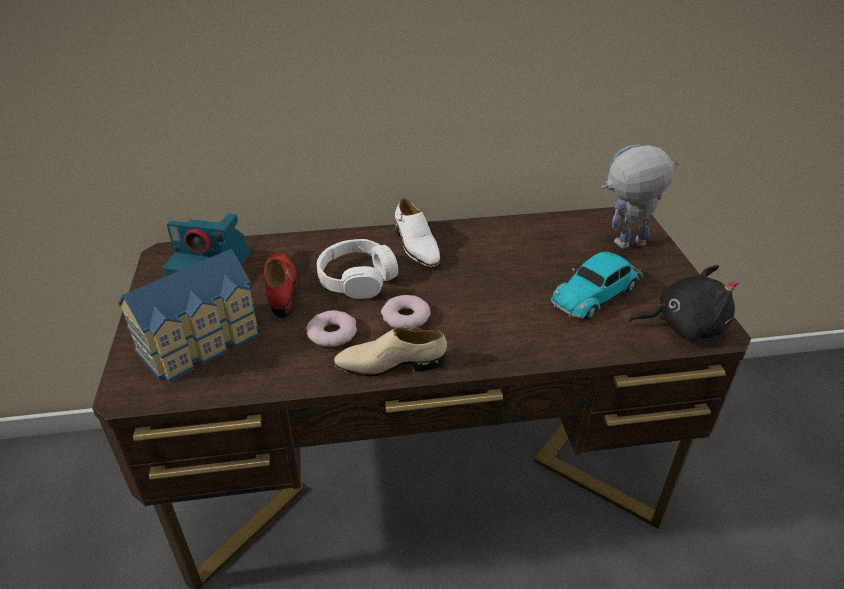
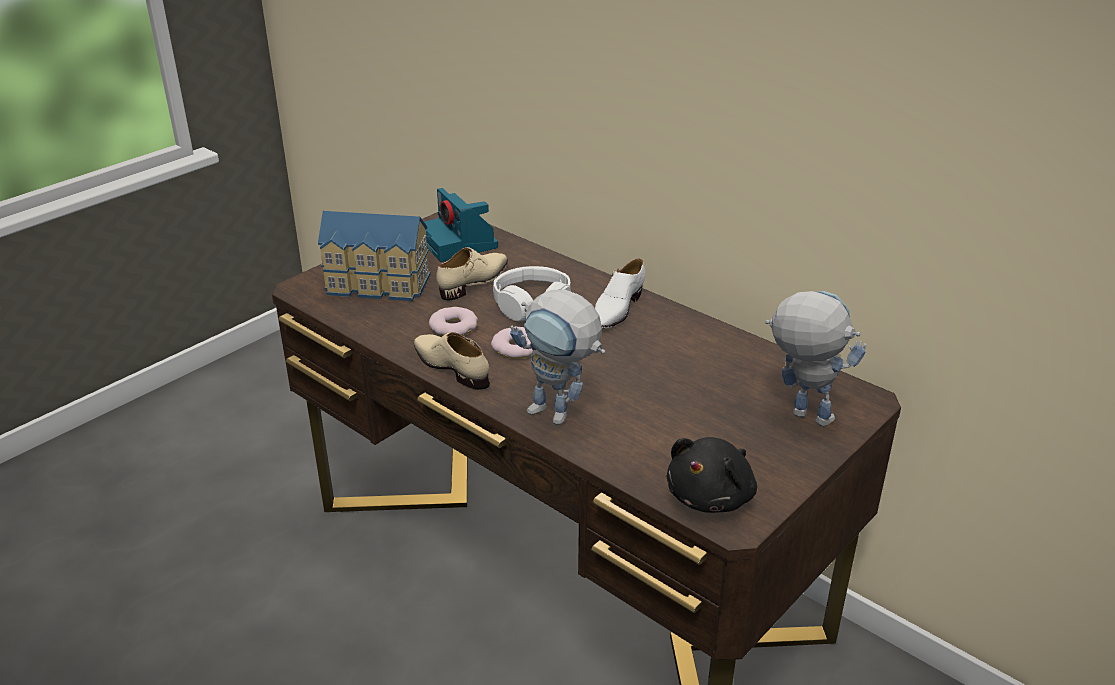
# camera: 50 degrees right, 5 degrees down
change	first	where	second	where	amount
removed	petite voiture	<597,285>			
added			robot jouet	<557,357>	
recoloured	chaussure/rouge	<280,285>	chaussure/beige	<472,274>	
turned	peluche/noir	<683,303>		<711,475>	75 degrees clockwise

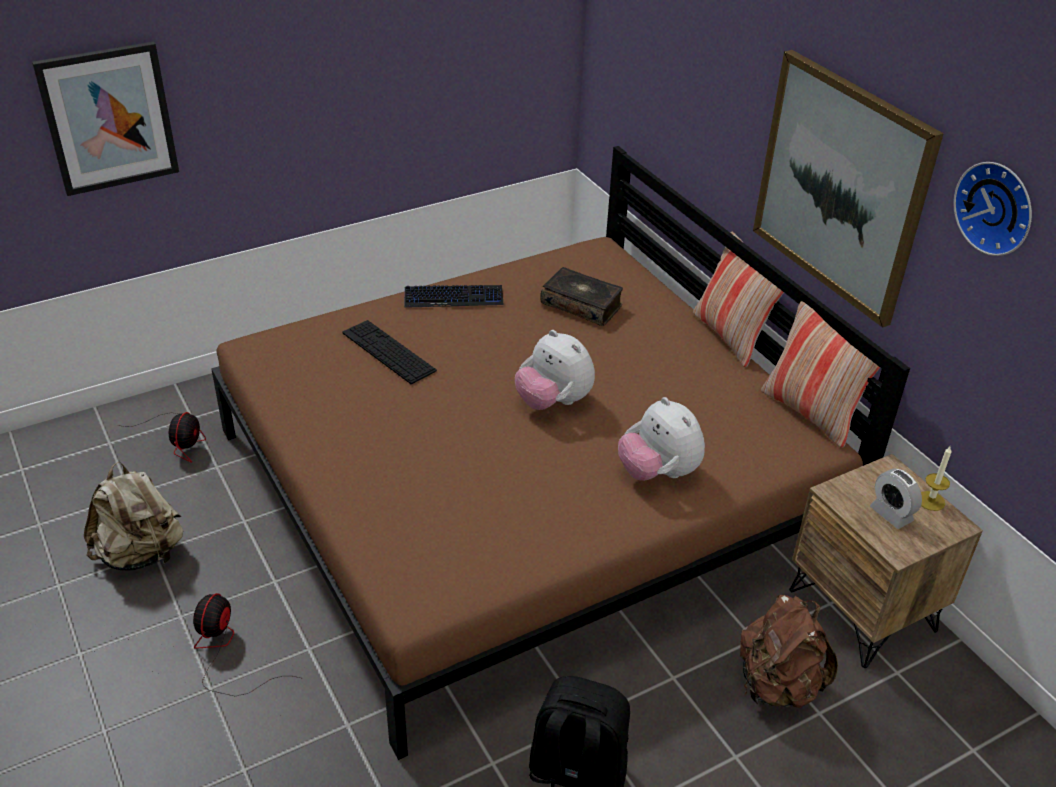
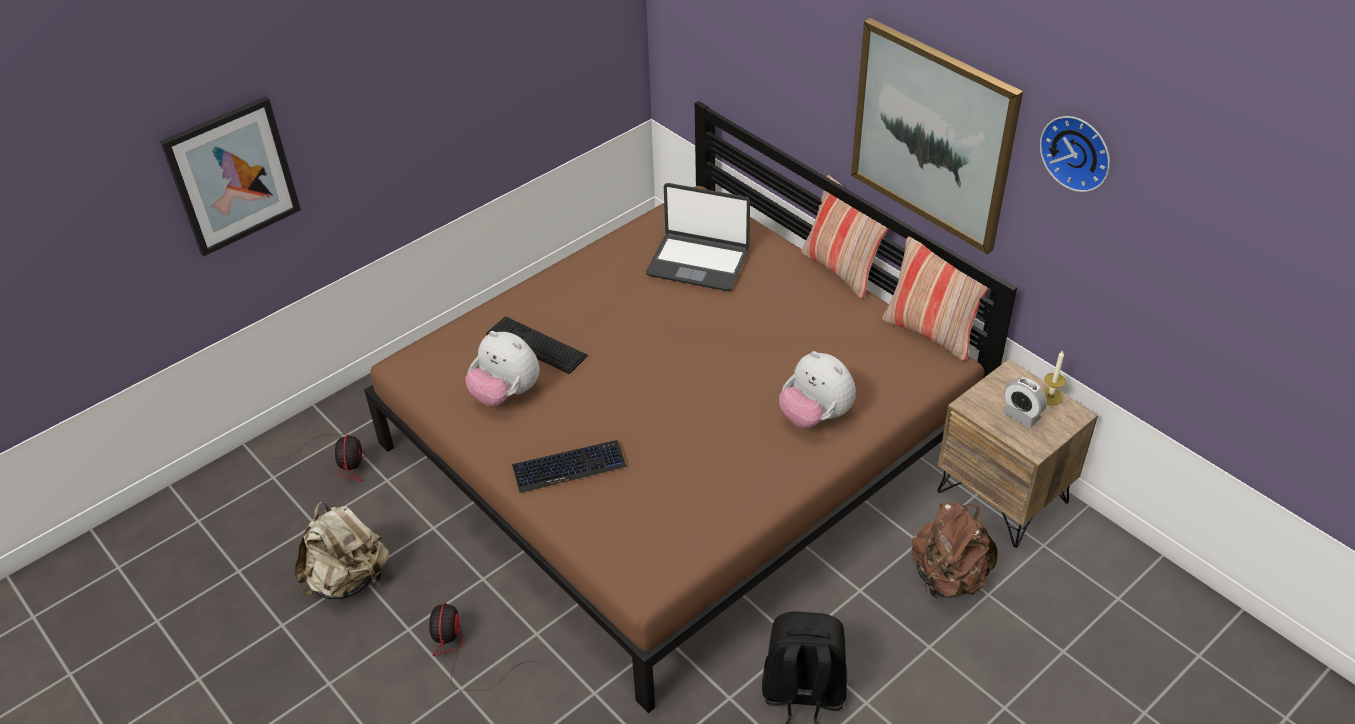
# camera: 10 degrees left, 5 degrees up
change	first	where	second	where	amount
moved	clavier	<454,296>		<569,466>	
moved	peluche	<555,370>		<502,368>	
replaced	livre	<581,296>	ordinateur portable	<698,237>	

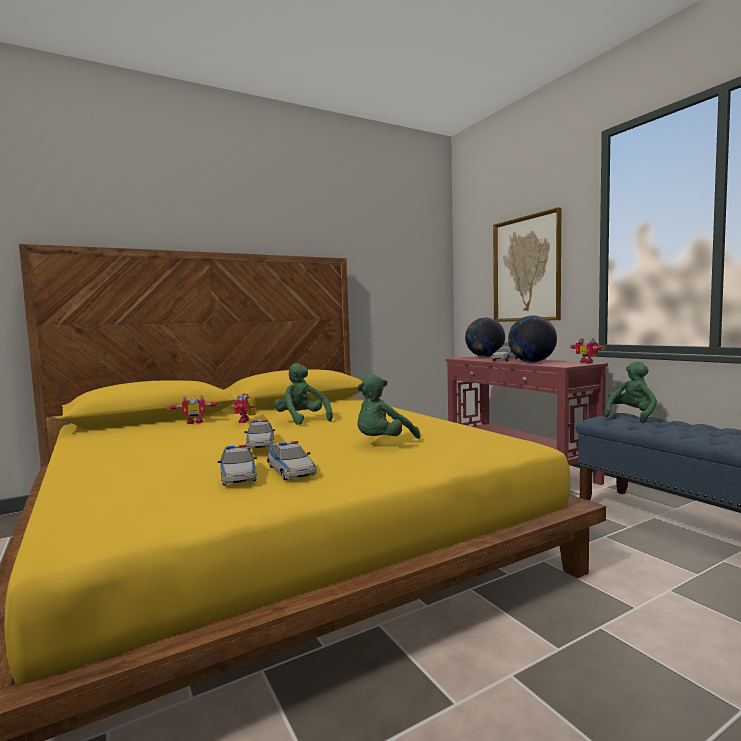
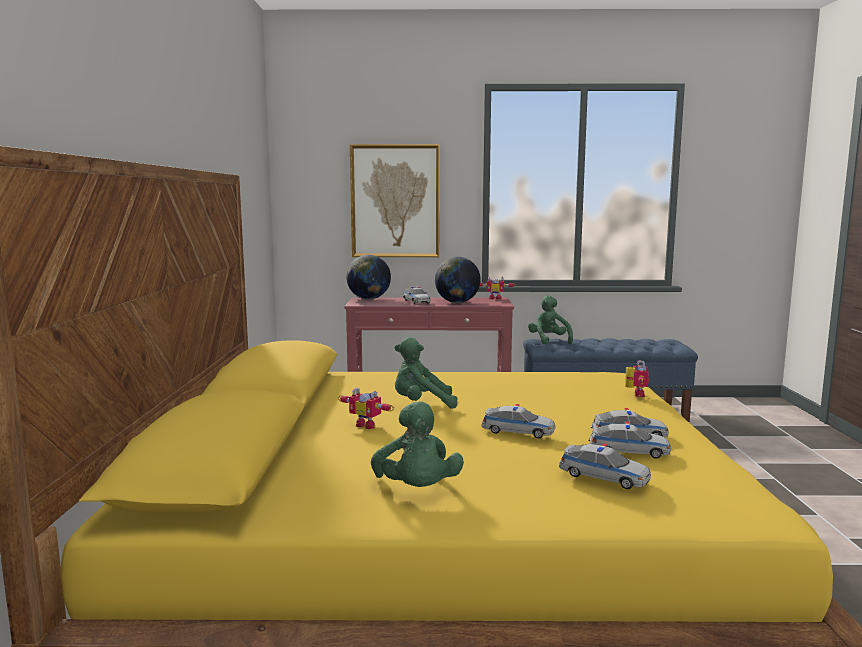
# camera: 60 degrees left, 5 degrees up
change	first	where	second	where	amount
added			petite voiture	<605,466>	
moved	robot jouet	<193,409>		<637,378>	
moved	peluche/vert	<388,406>		<417,444>	

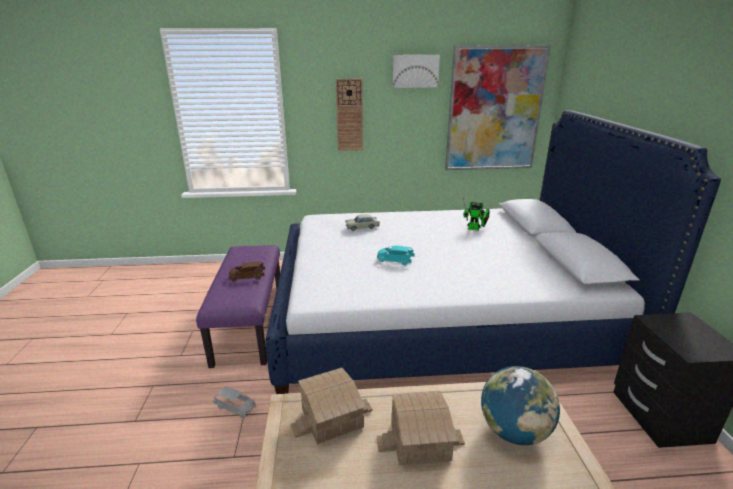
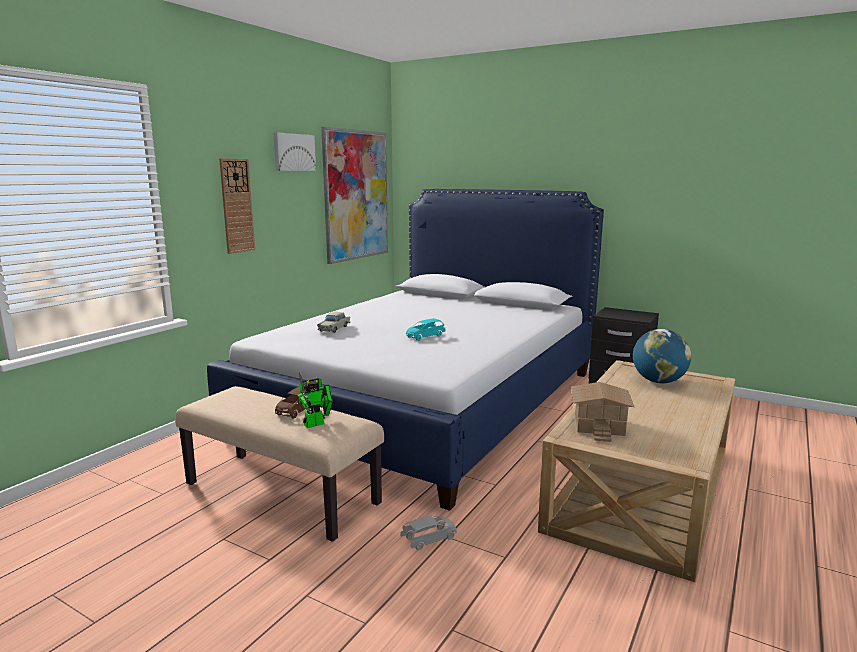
# camera: 55 degrees left, 10 degrees down
change	first	where	second	where	amount
removed	maison miniature	<421,428>			
moved	robot jouet	<476,213>		<315,400>	
recoloured	banc/violet	<238,306>	banc/beige	<279,464>	

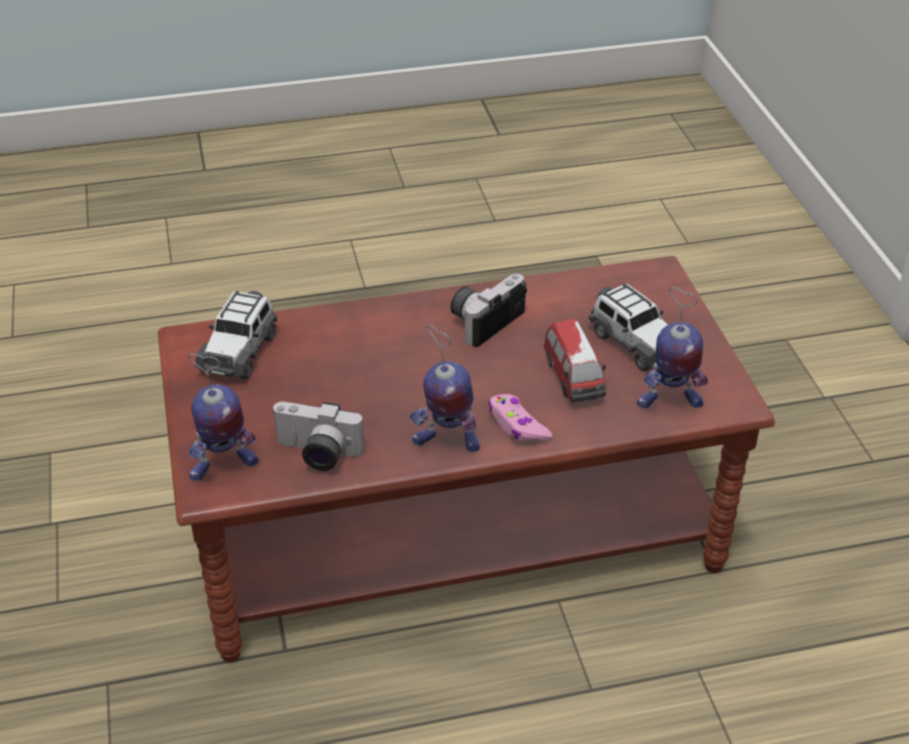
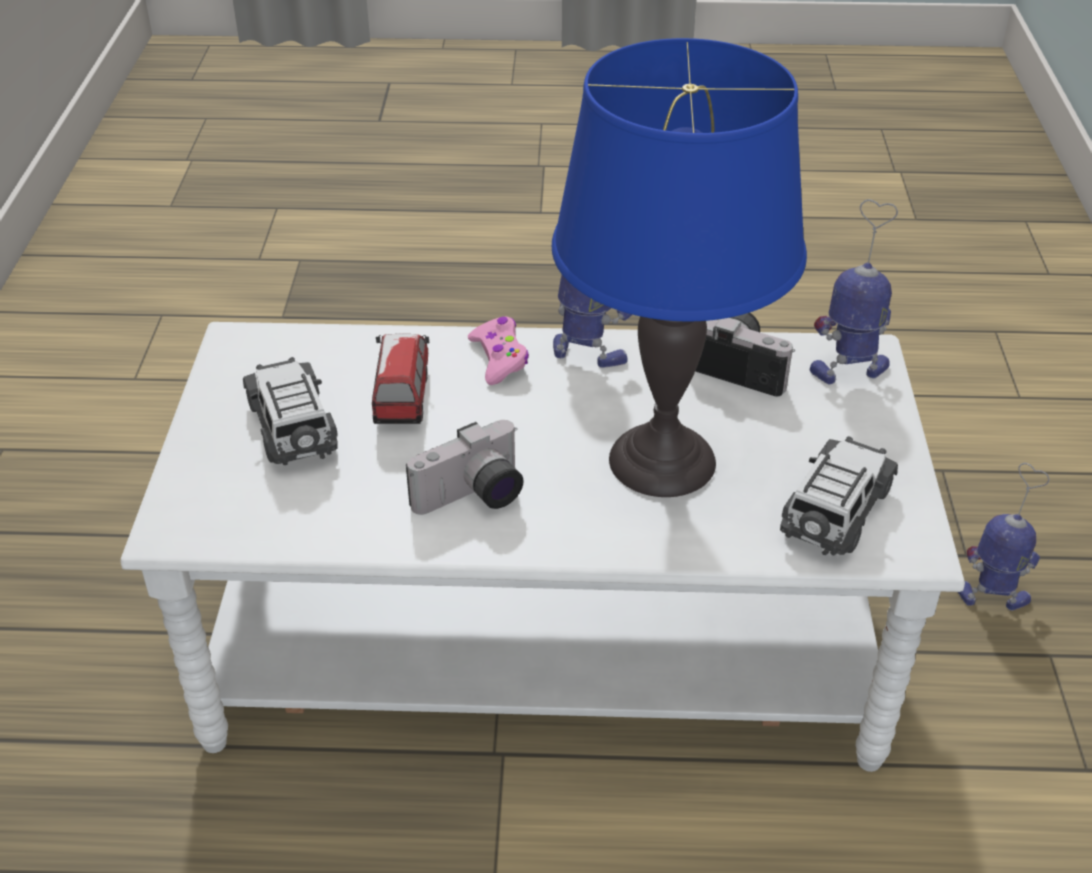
# camera: 165 degrees left, 0 degrees up
change	first	where	second	where	amount
added			lampe de table/bleu	<679,267>	
moved	robot jouet	<672,348>		<1004,537>	
recoloured	table basse/marron	<466,459>	table basse/blanc	<543,547>	

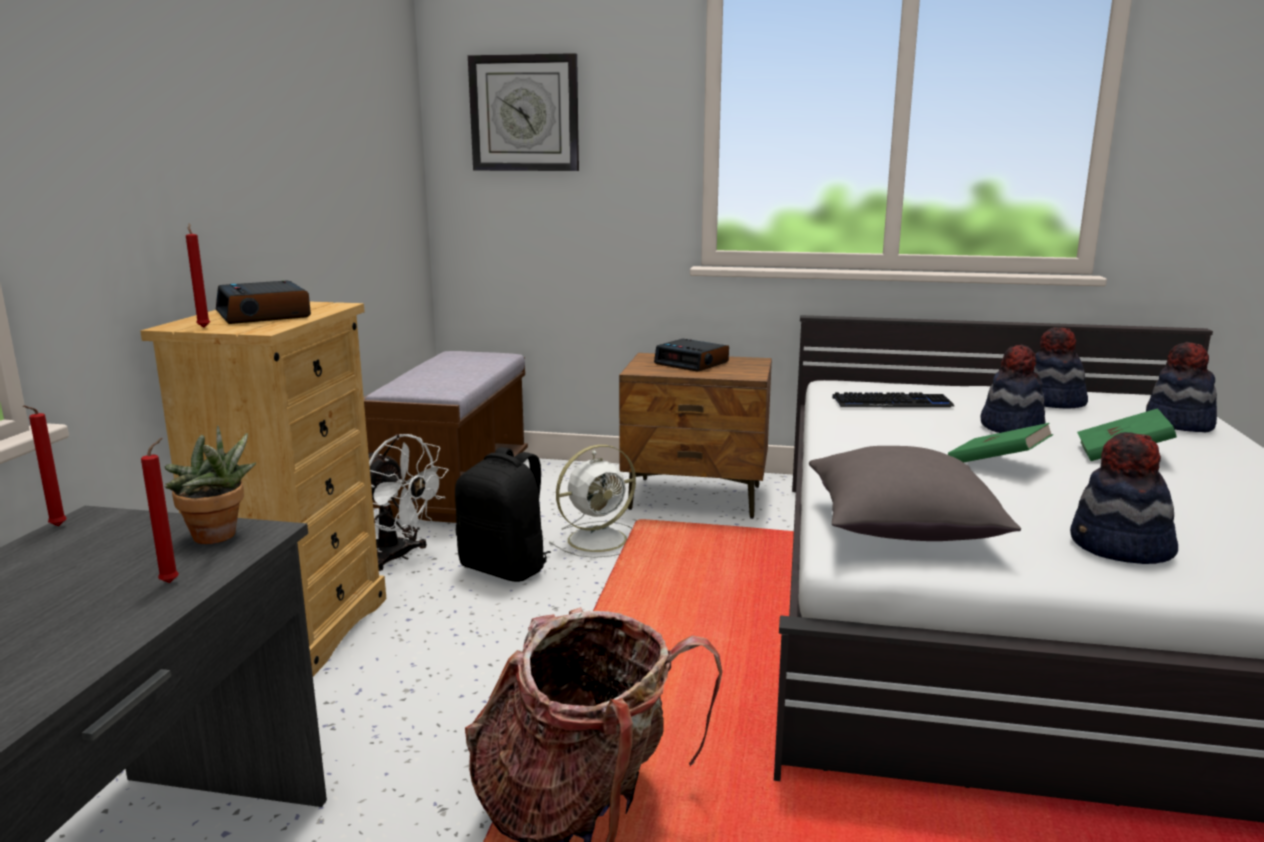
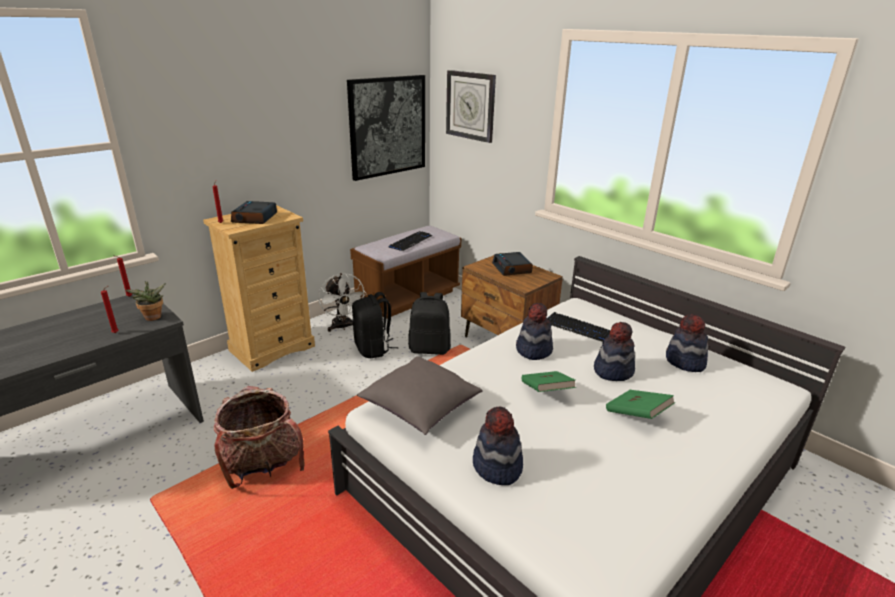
# camera: 35 degrees right, 10 degrees up
change	first	where	second	where	amount
added			tableau	<386,128>	
added			clavier	<410,241>	
moved	chapeau	<1181,387>		<534,331>	
replaced	ventilateur/blanc	<592,501>	sac à dos/noir	<429,323>	

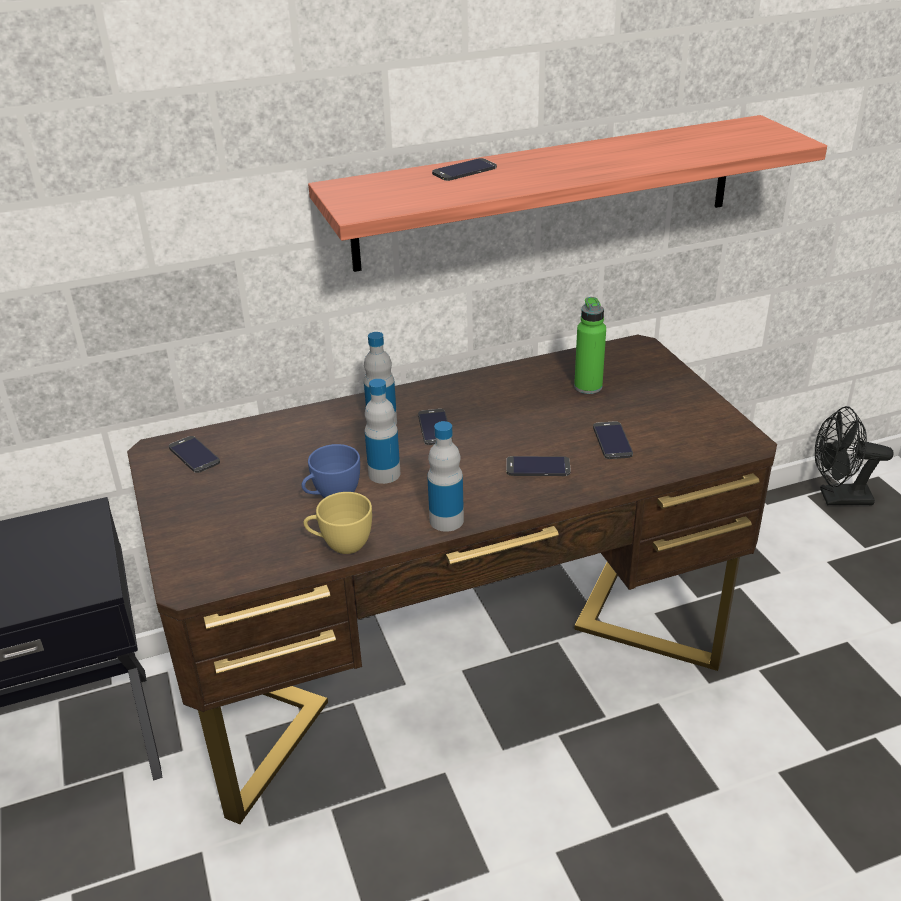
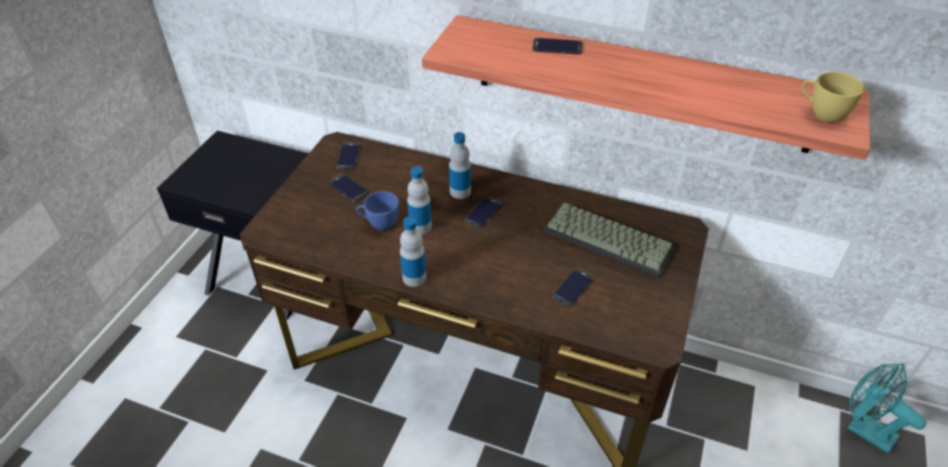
# camera: 40 degrees right, 10 degrees up
change	first	where	second	where	amount
moved	tasse/jaune	<337,523>		<833,97>	
moved	téléphone	<538,466>		<348,188>	
replaced	bouteille/vert	<590,345>	clavier	<610,239>	
recoloured	ventilateur/noir	<854,455>	ventilateur/turquoise	<887,408>	

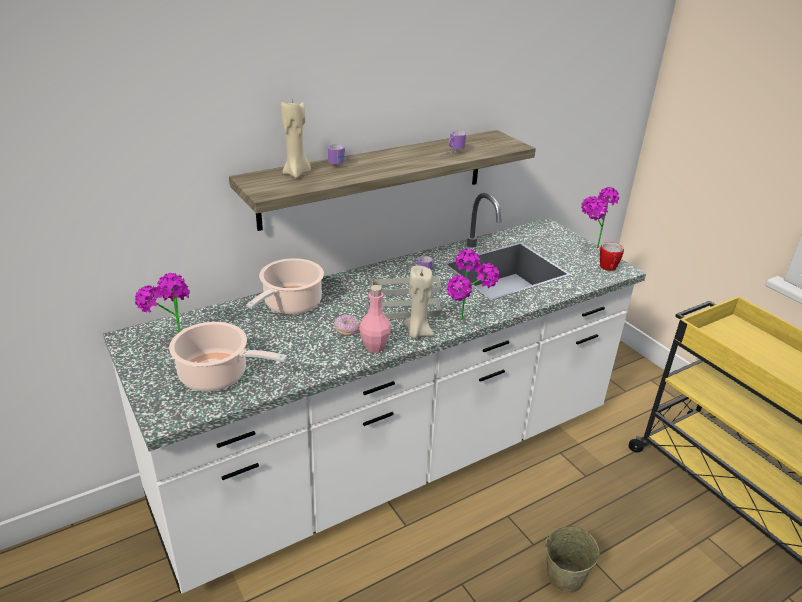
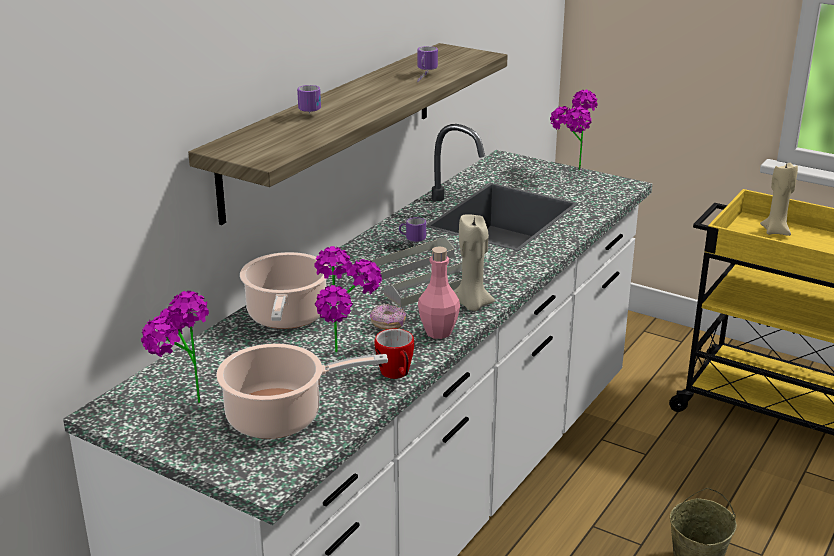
# camera: 25 degrees left, 5 degrees down
change	first	where	second	where	amount
moved	bougie/beige	<296,138>		<779,199>	
moved	plante en pot	<473,284>		<348,299>	
moved	mug	<612,256>		<394,354>	

